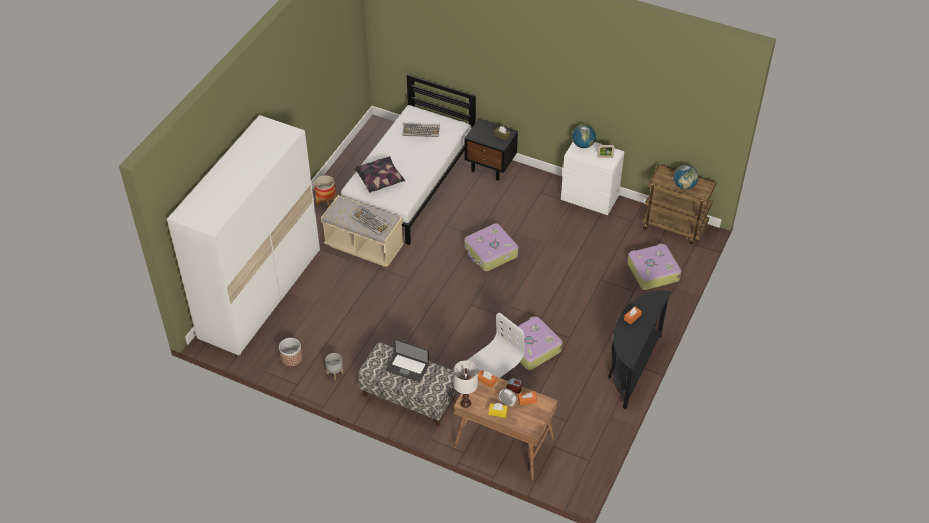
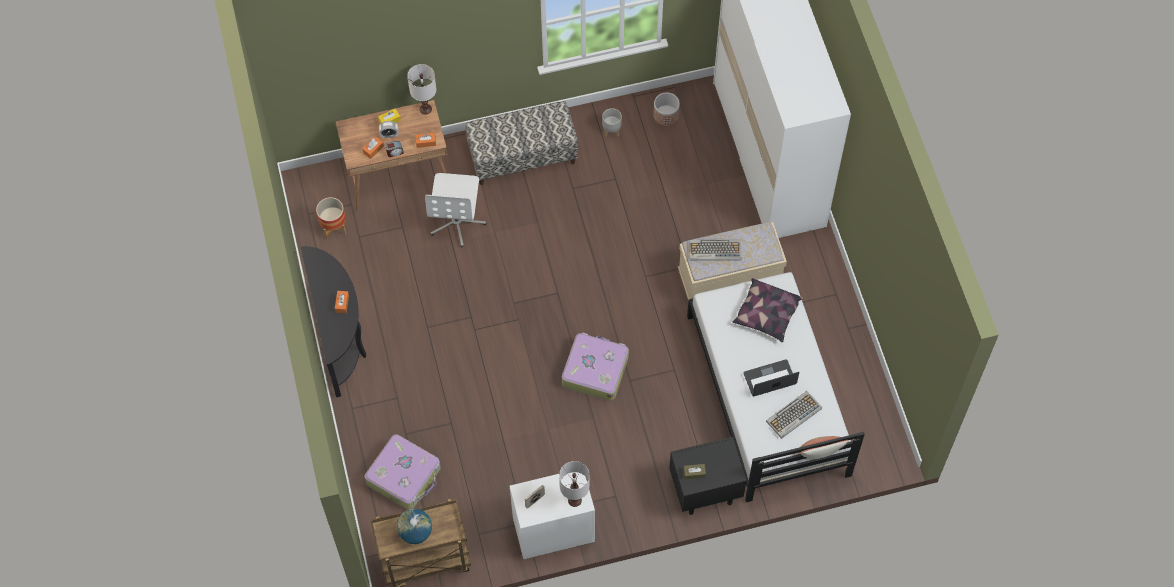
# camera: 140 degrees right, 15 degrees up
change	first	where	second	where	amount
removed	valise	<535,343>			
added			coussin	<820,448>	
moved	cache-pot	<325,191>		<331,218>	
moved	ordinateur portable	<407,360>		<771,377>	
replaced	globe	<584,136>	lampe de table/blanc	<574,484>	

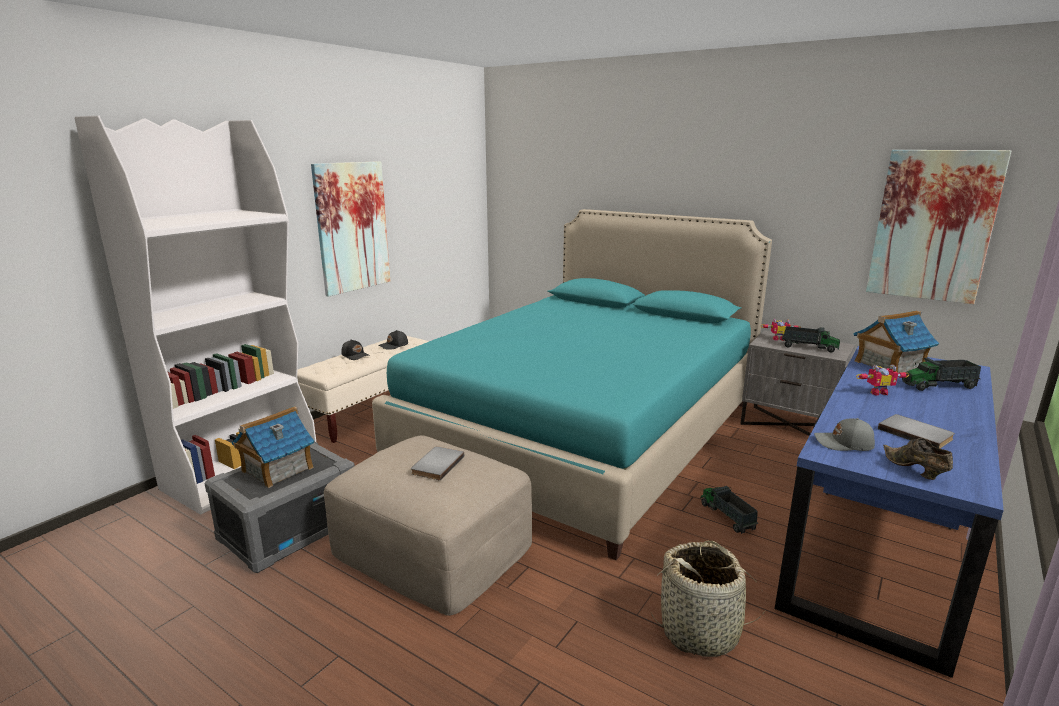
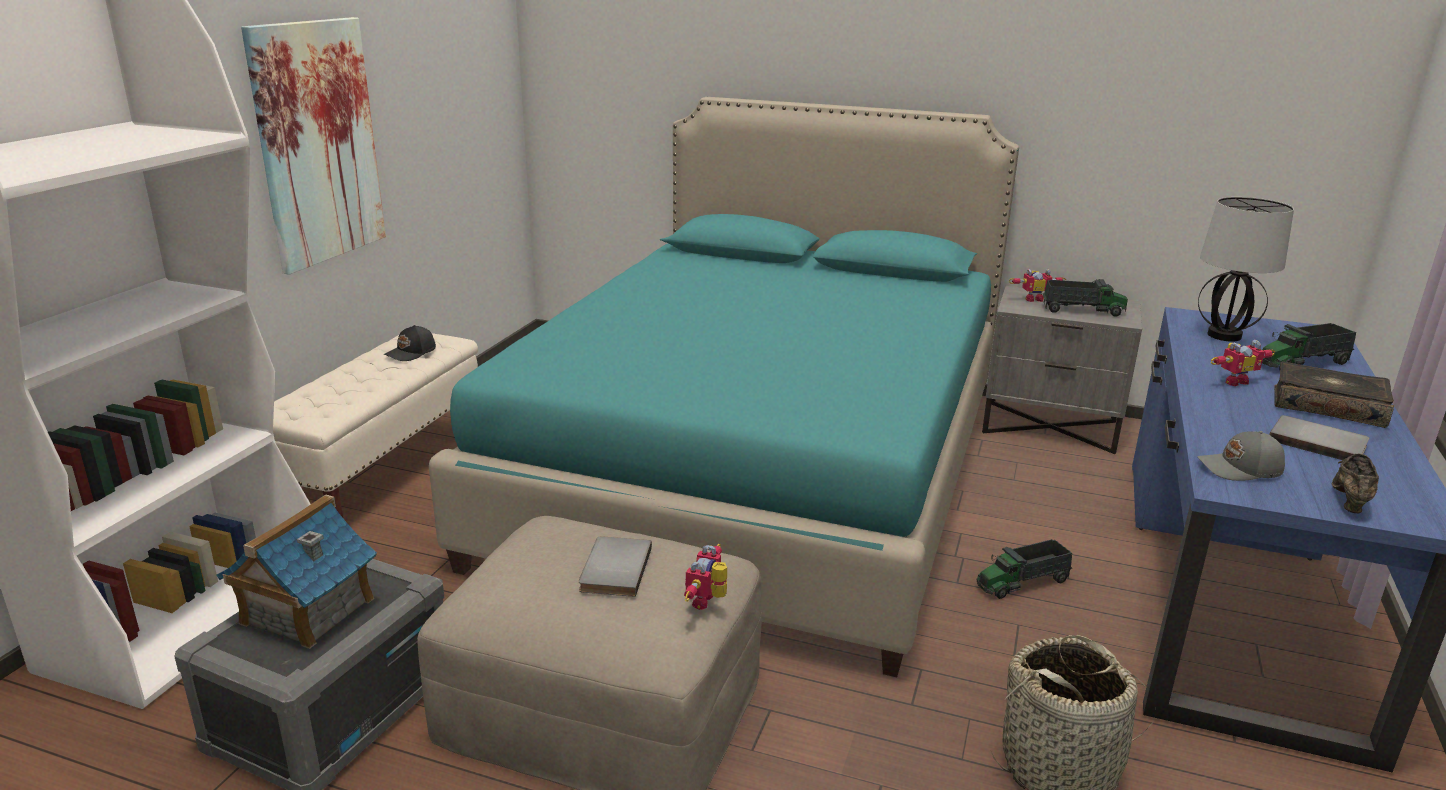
# camera: 15 degrees left, 5 degrees up
change	first	where	second	where	amount
removed	casquette/noir	<356,349>			
removed	tableau	<938,227>			
added			robot jouet	<705,577>	
added			livre	<1334,394>	
replaced	maison miniature	<896,342>	lampe de table	<1246,269>	
turned	camion jouet	<729,510>		<1024,569>	75 degrees counterclockwise
turned	chaussure/marron	<918,459>		<1355,483>	60 degrees clockwise

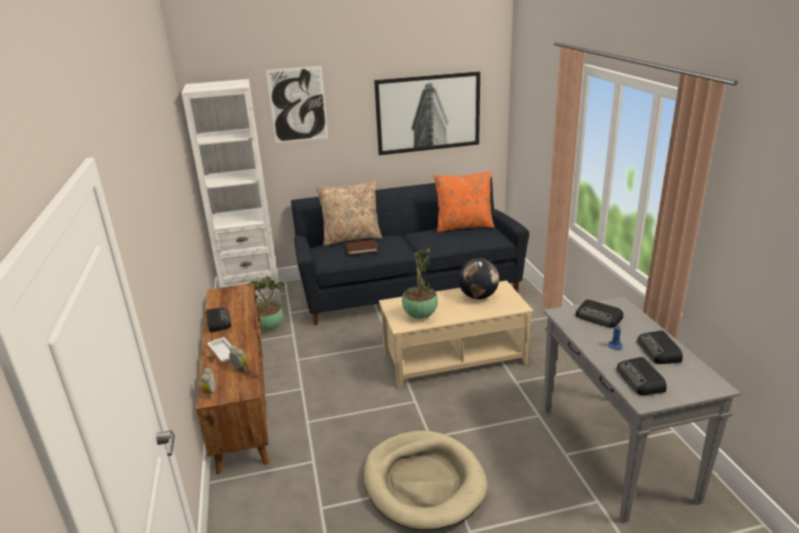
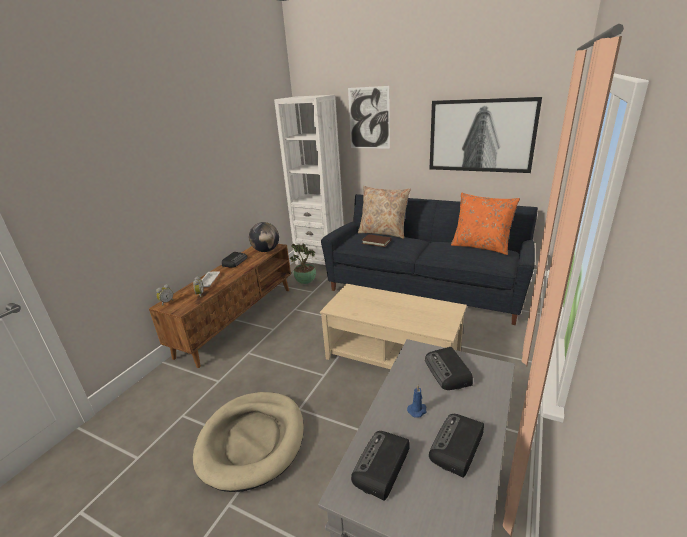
# camera: 40 degrees right, 0 degrees up
change	first	where	second	where	amount
removed	plante en pot	<420,284>			
moved	globe	<478,278>		<264,237>	

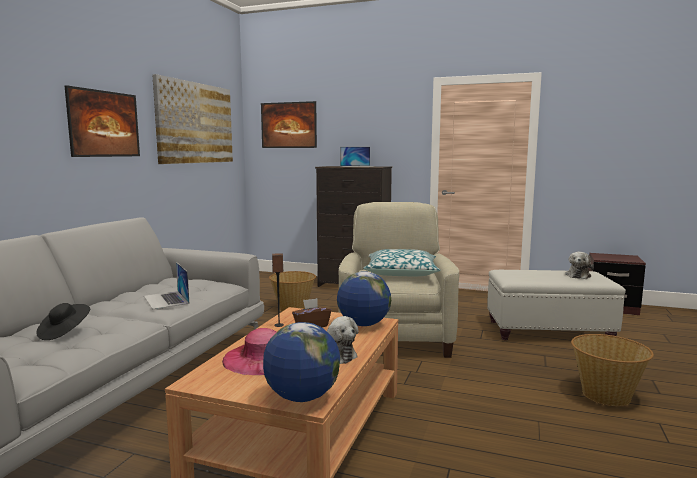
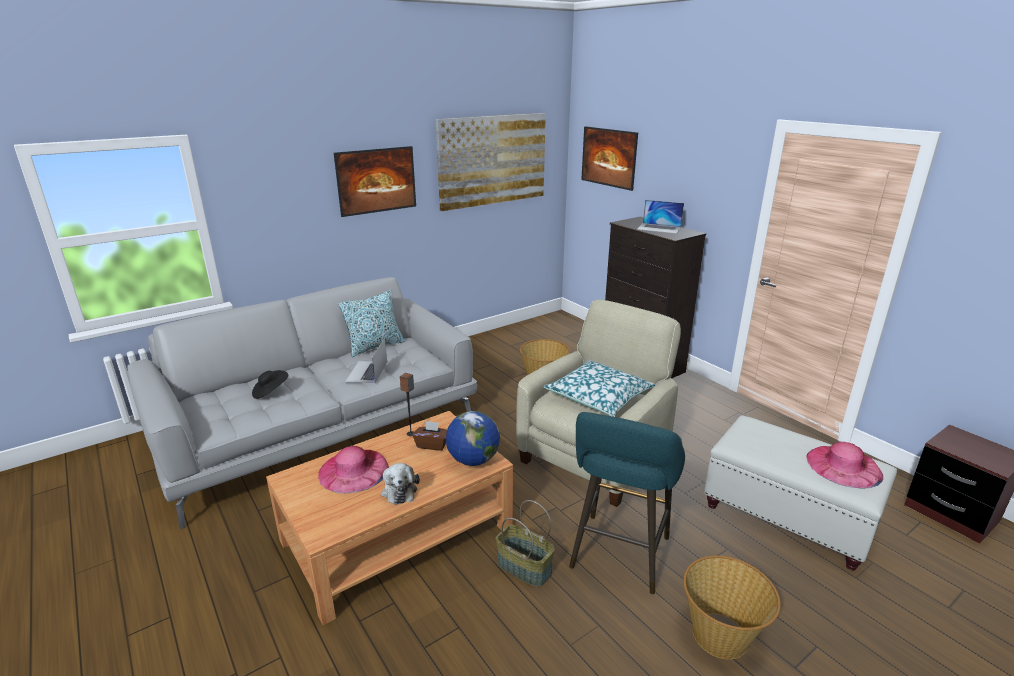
# camera: 35 degrees right, 15 degrees up
change	first	where	second	where	amount
removed	globe	<301,362>			
added			coussin	<371,323>	
added			panier	<525,543>	
added			tabouret/turquoise	<627,503>	
replaced	peluche	<579,265>	chapeau/rose	<844,465>	

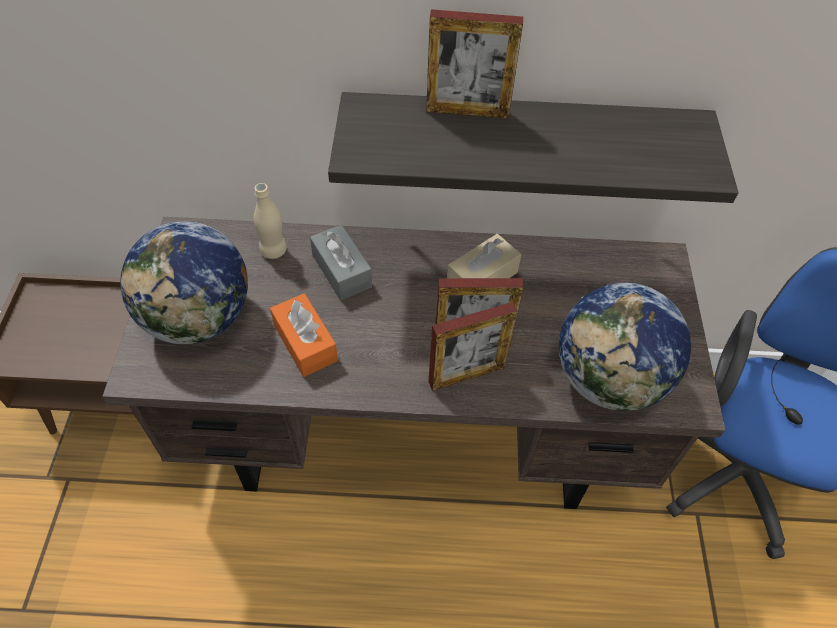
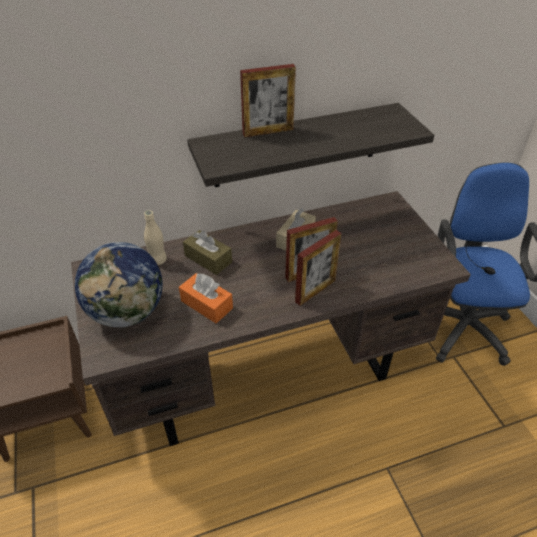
# camera: 20 degrees left, 10 degrees down
change	first	where	second	where	amount
removed	globe	<625,347>			
recoloured	boîte à mouchoirs/gris	<341,262>	boîte à mouchoirs/marron	<207,252>	

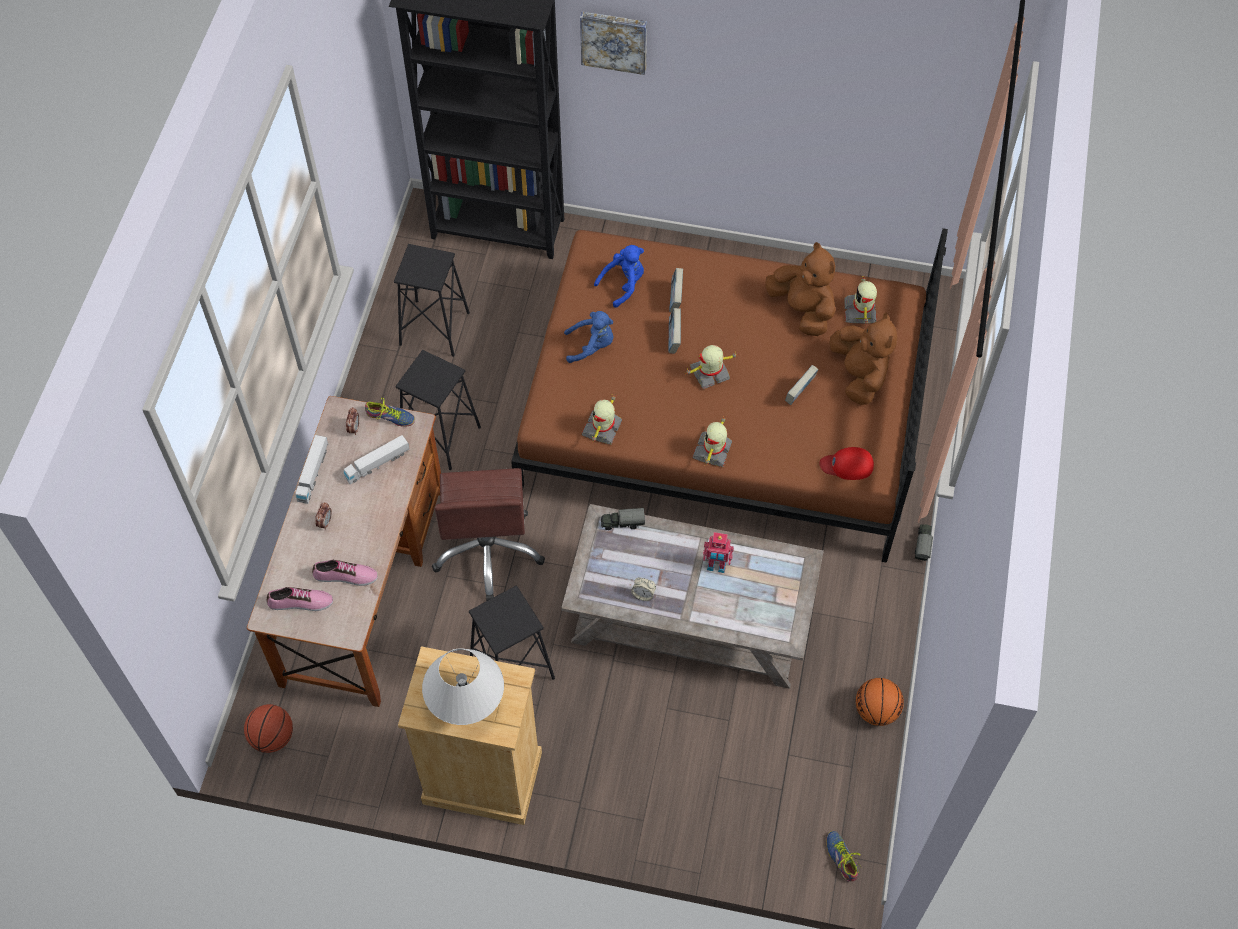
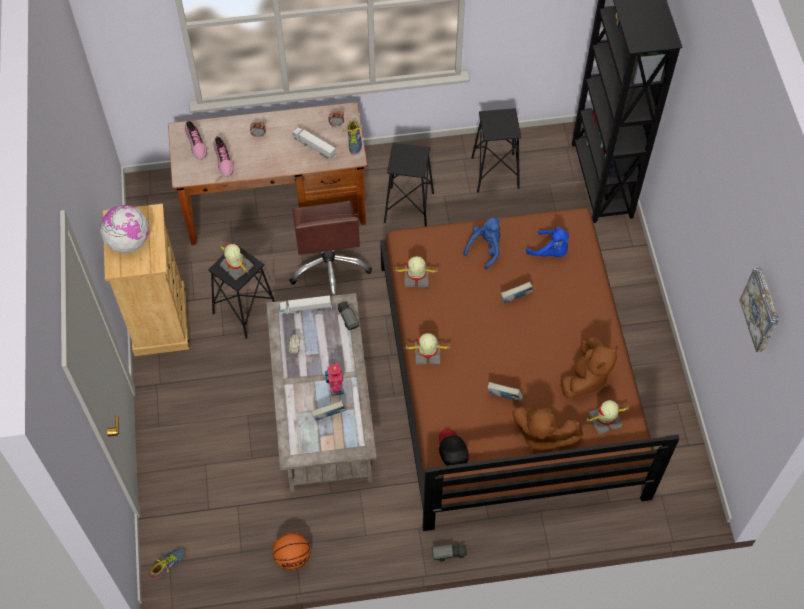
# camera: 70 degrees right, 0 degrees up
change	first	where	second	where	amount
removed	ballon de basket	<268,728>			
moved	camion jouet	<312,469>		<305,305>	
moved	tableau	<613,43>		<759,310>	
moved	livre	<676,290>		<329,410>	
moved	robot jouet	<711,367>		<237,261>	
replaced	lampe de table/blanc	<463,686>	globe	<124,229>	
recoloured	casquette/rouge	<846,463>	casquette/noir	<454,447>	
turned	chaise de bureau/marron	<488,534>		<330,248>	75 degrees counterclockwise
turned	peluche/bleu	<588,337>		<482,243>	120 degrees counterclockwise
turned	peluche/marron	<863,359>		<547,430>	60 degrees clockwise

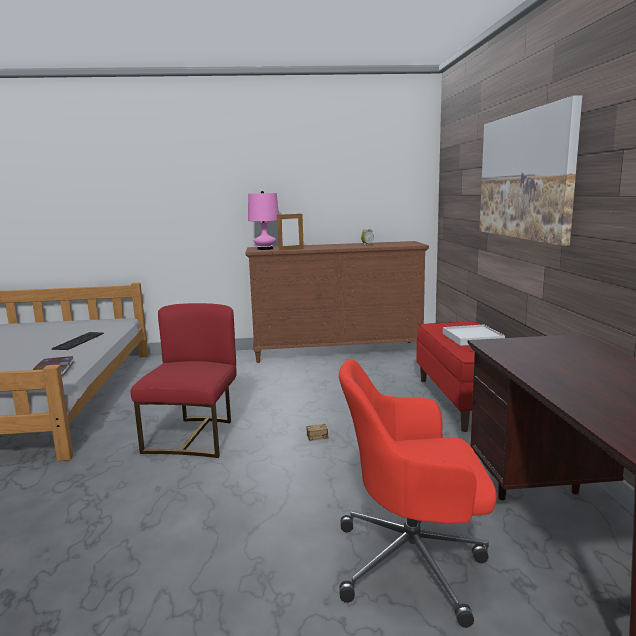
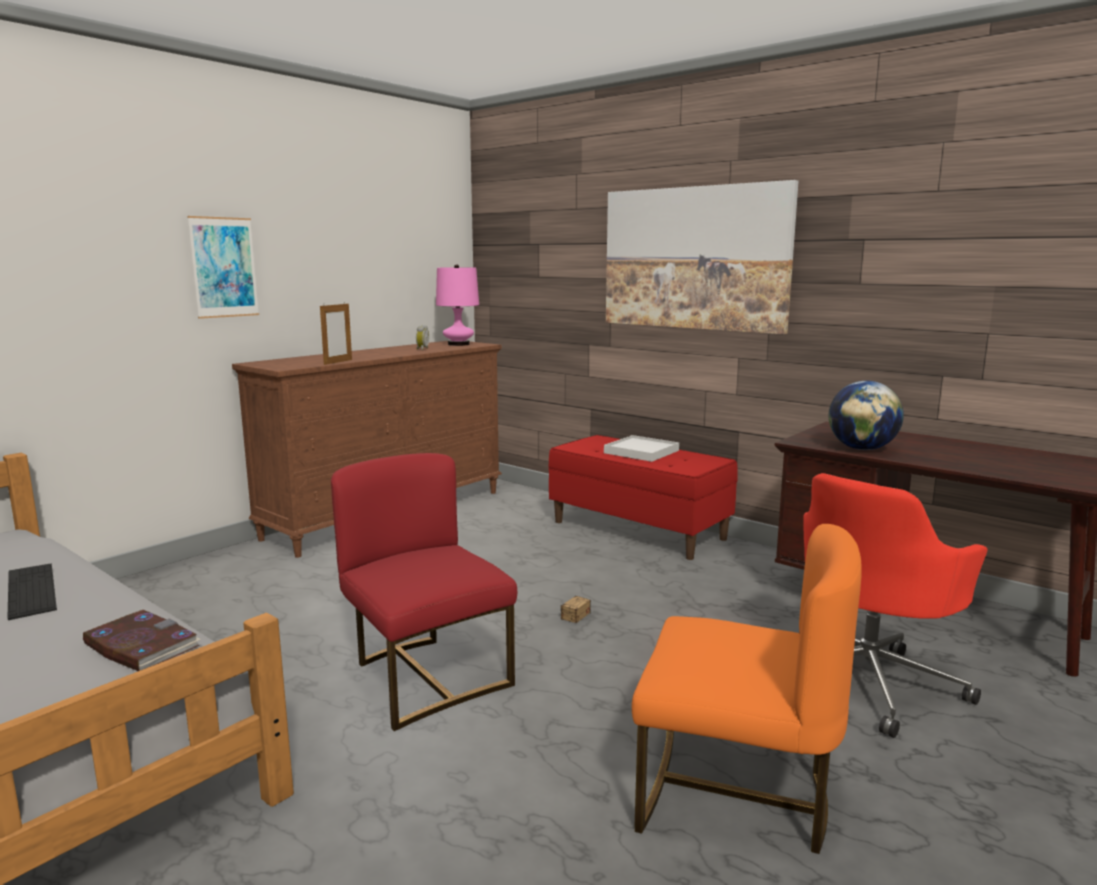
# camera: 45 degrees left, 0 degrees up
change	first	where	second	where	amount
added			tableau	<223,267>	
added			chaise/orange	<747,689>	
added			globe	<866,415>	
moved	lampe de table/rose	<263,220>		<457,305>	

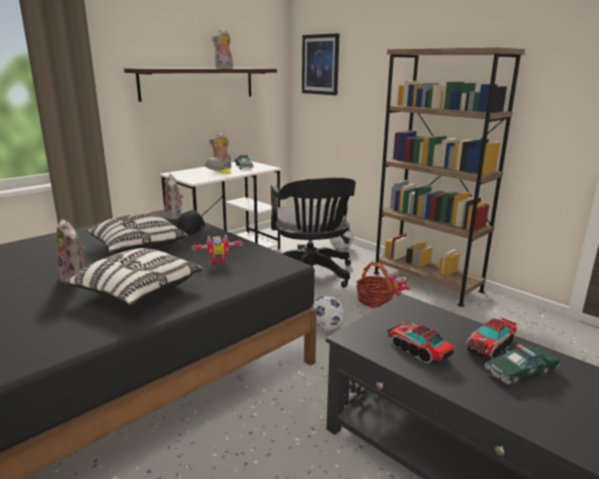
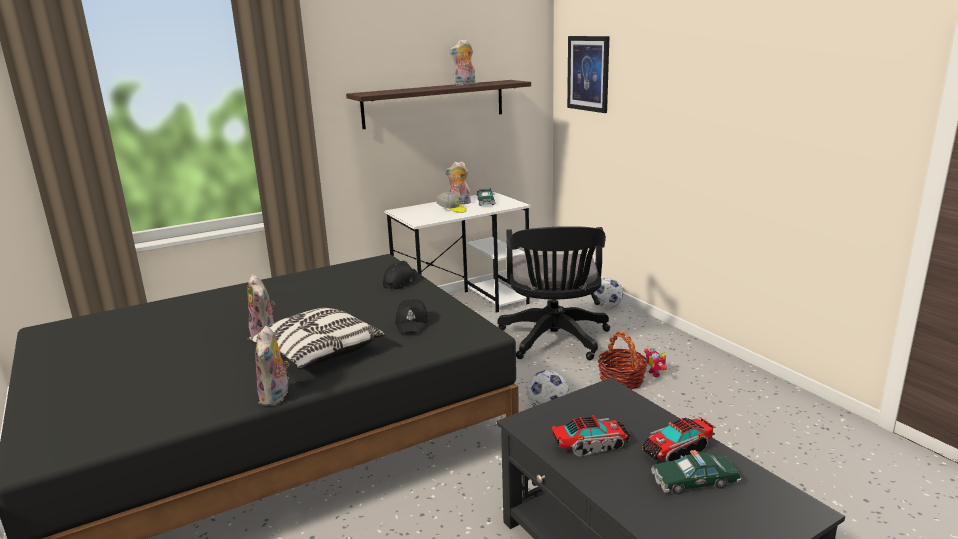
# camera: 15 degrees right, 0 degrees up
change	first	where	second	where	amount
removed	coussin	<137,233>			
removed	bibliothèque/marron	<449,177>			
moved	peluche	<173,196>		<272,366>	
replaced	robot jouet	<217,249>	casquette/noir	<412,316>	
turned	camion jouet	<421,342>		<590,436>	105 degrees clockwise

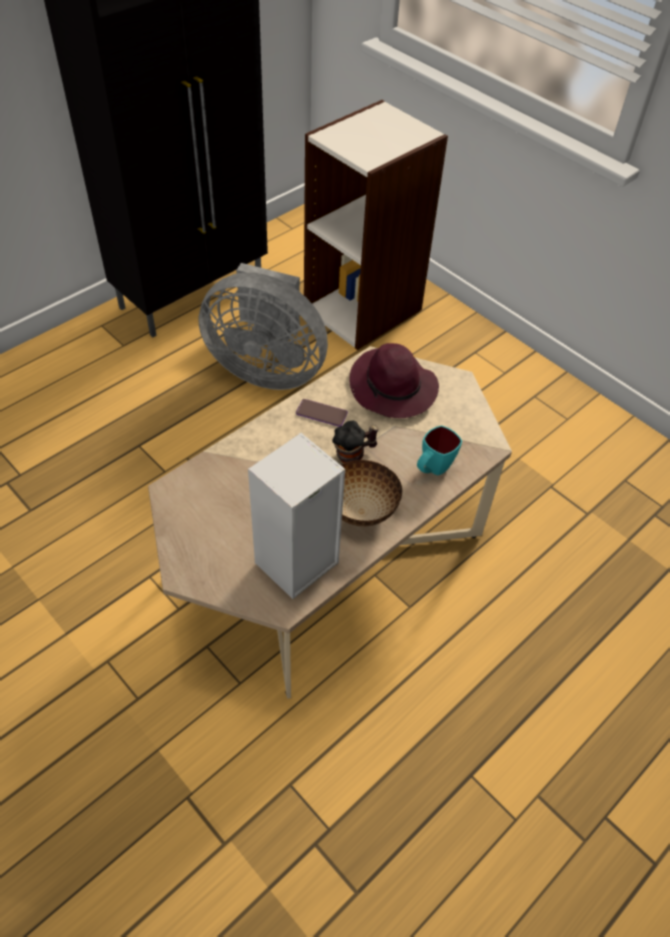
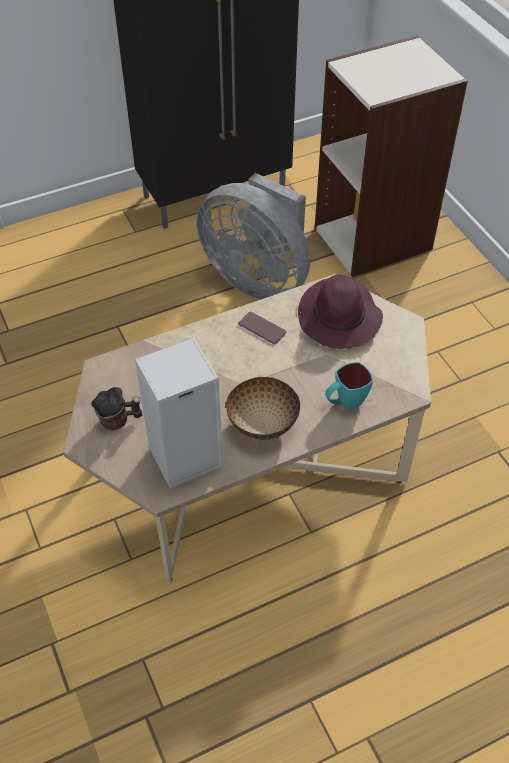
# camera: 20 degrees right, 0 degrees up
change	first	where	second	where	amount
moved	mug	<355,441>		<116,408>	

